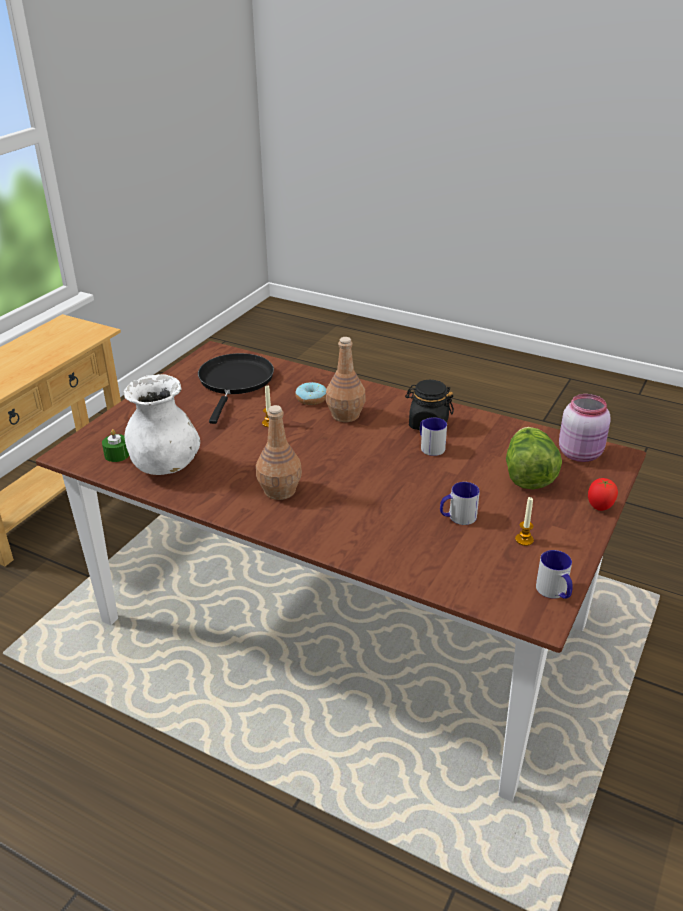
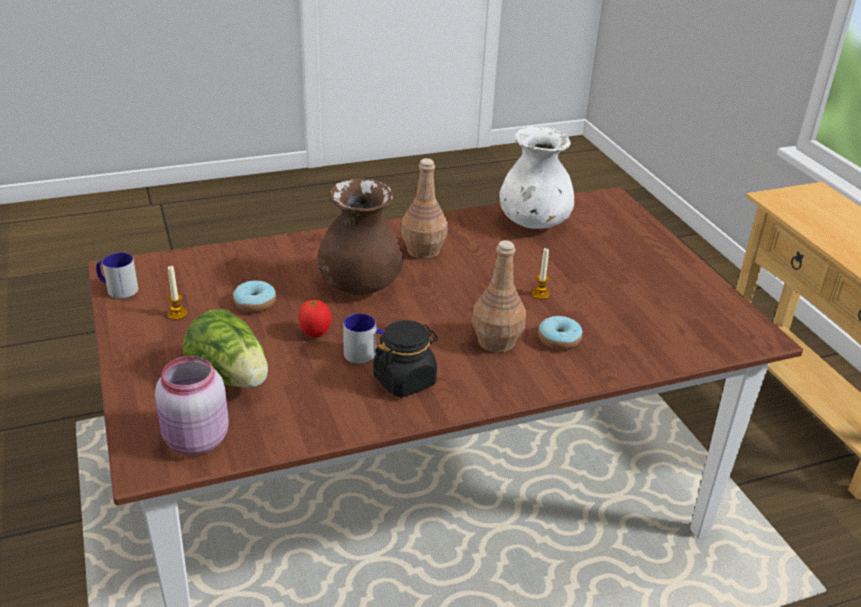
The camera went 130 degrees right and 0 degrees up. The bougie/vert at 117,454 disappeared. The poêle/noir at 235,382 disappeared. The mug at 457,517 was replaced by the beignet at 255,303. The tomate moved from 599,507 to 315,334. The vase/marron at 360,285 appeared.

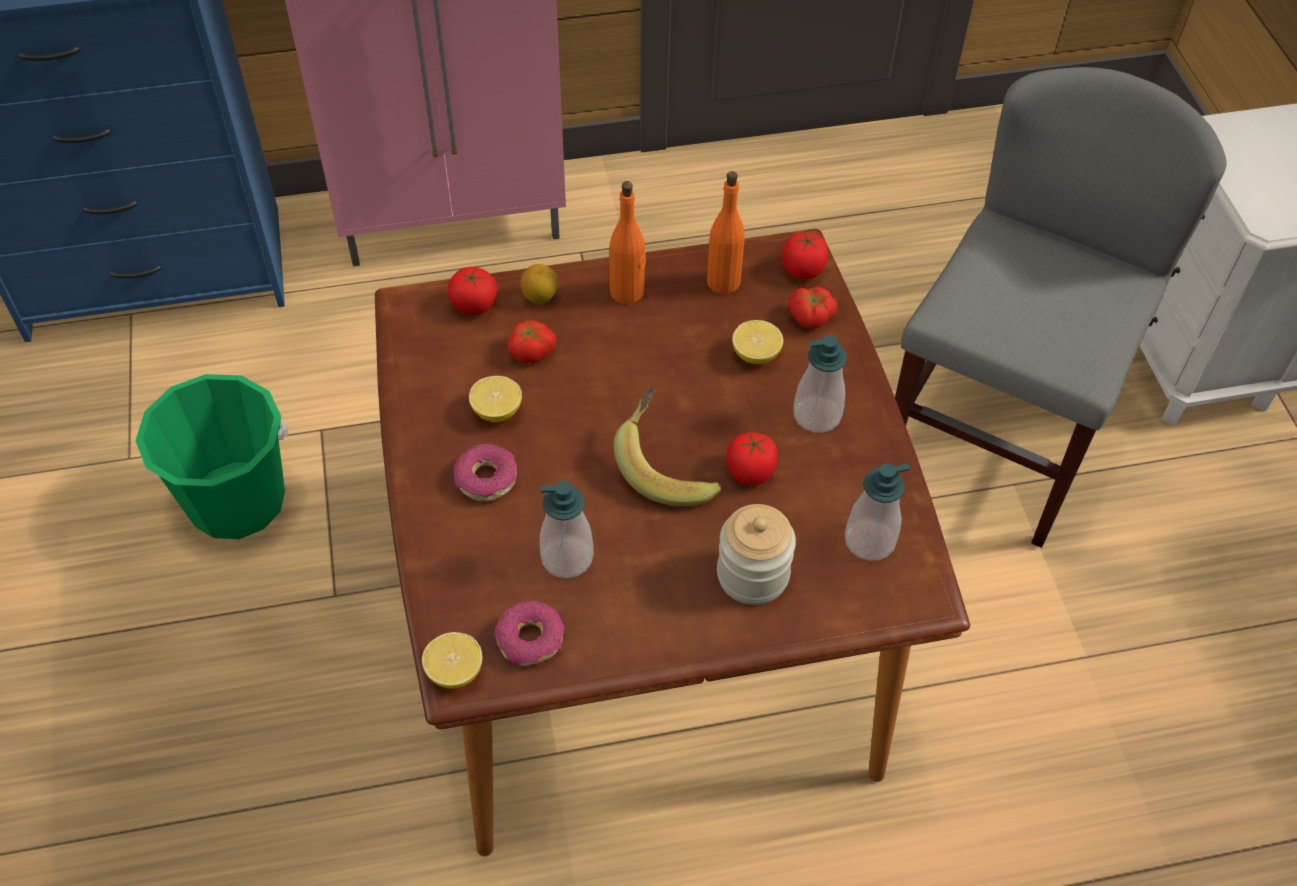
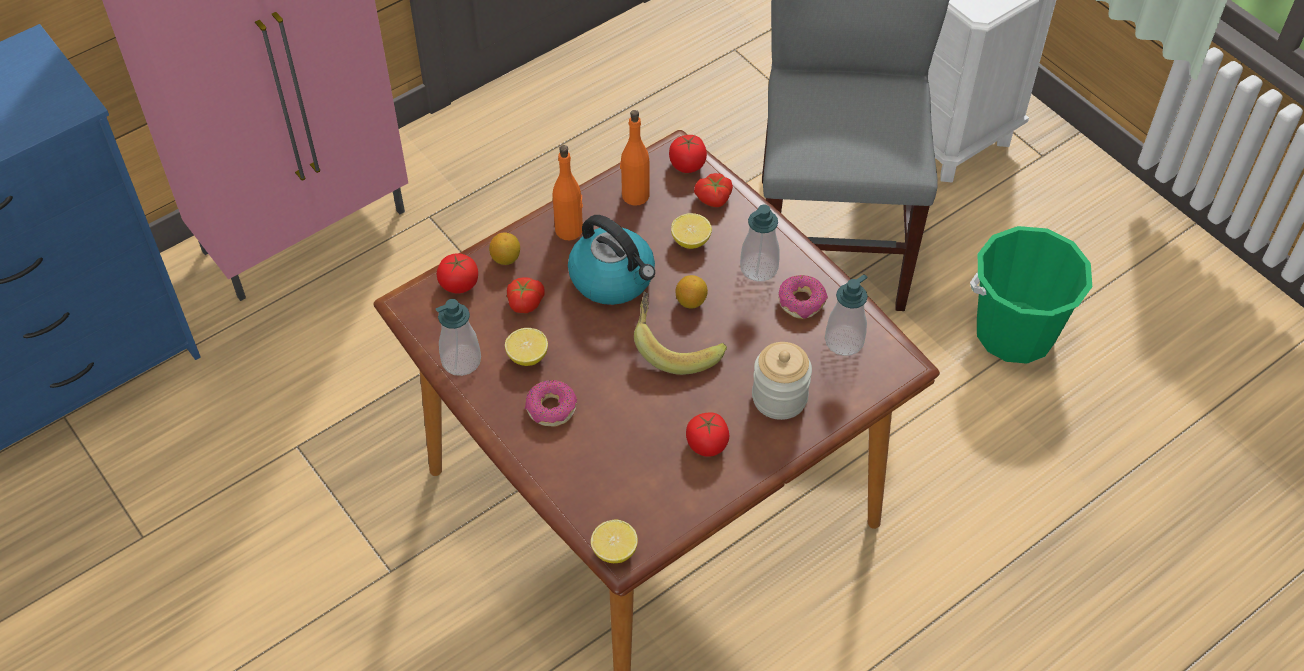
The camera went 25 degrees left and 0 degrees up. The seau/vert moved from 237,501 to 1014,332. The beignet moved from 530,639 to 801,302. The distributeur de savon moved from 567,557 to 461,361. The tomate moved from 750,471 to 707,444. The bouilloire at 613,278 appeared. The citron at 691,301 appeared.

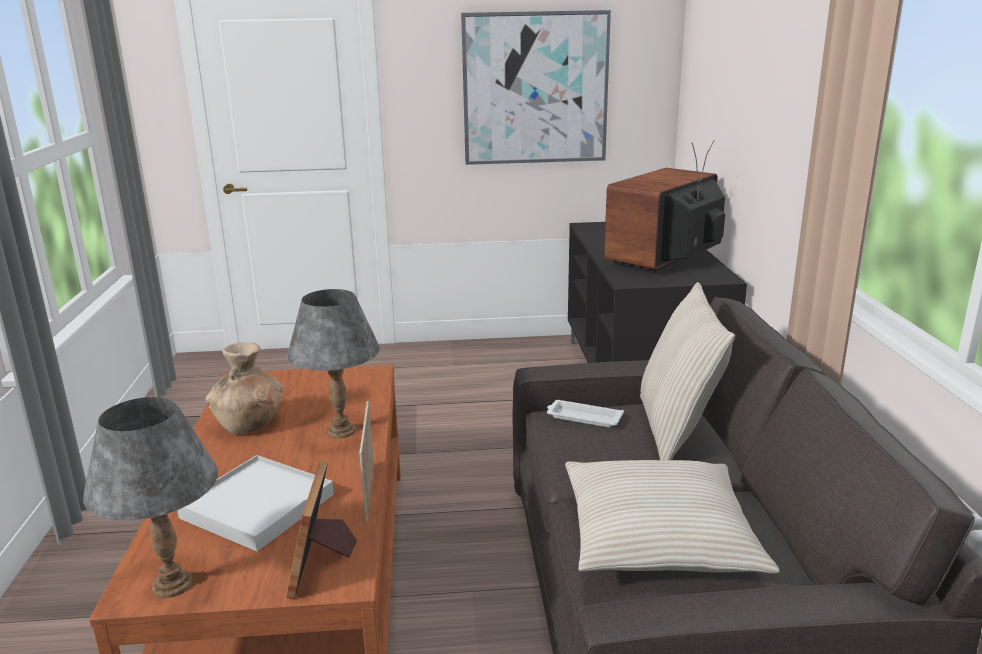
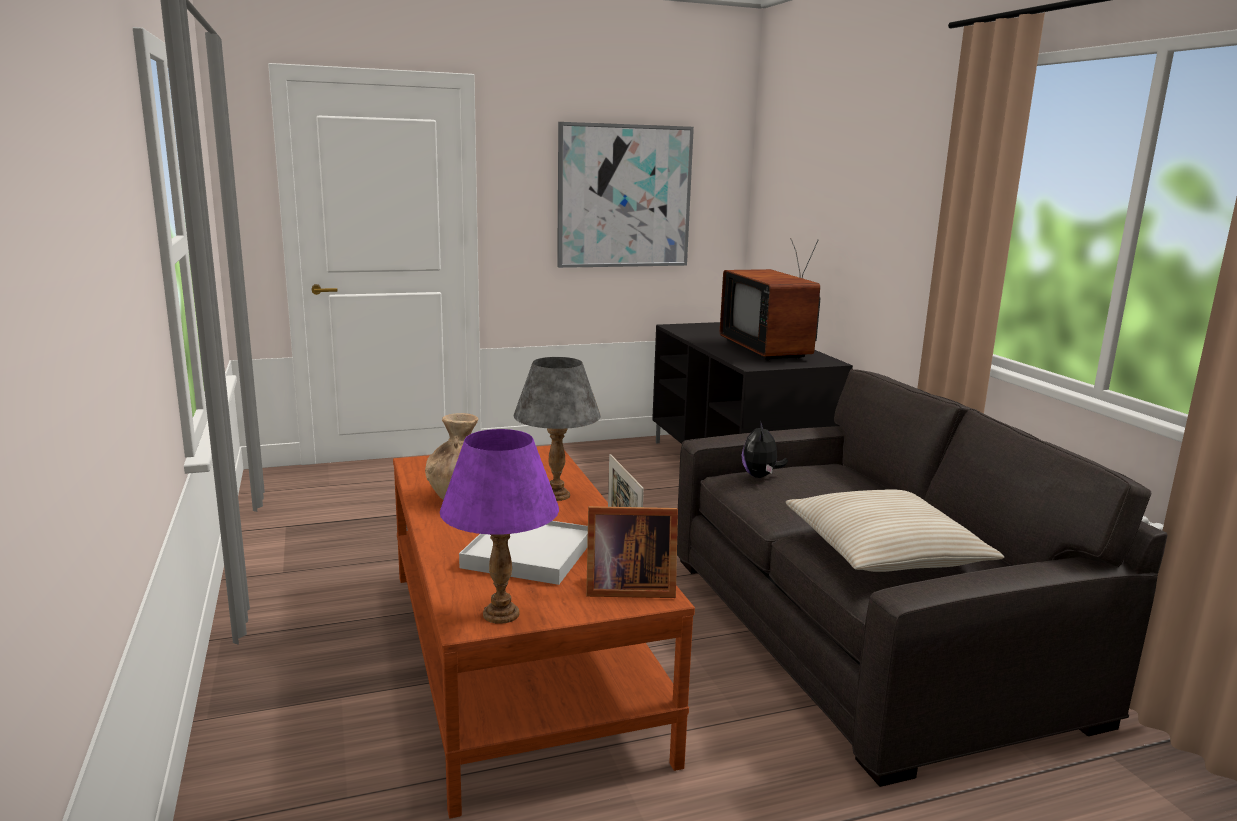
The camera went 15 degrees left and 5 degrees down. The lampe de table/gris at 171,584 became the lampe de table/violet at 500,614. The cadre photo at 321,564 turned 75 degrees counterclockwise. The plateau/blanc at 583,417 was replaced by the peluche at 760,476. The téléviseur at 667,260 turned 45 degrees counterclockwise. The coussin/beige at 677,430 disappeared.

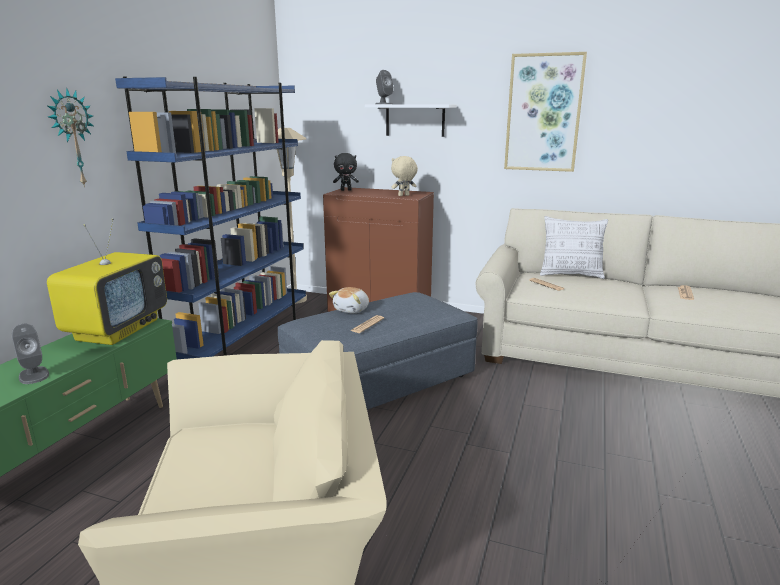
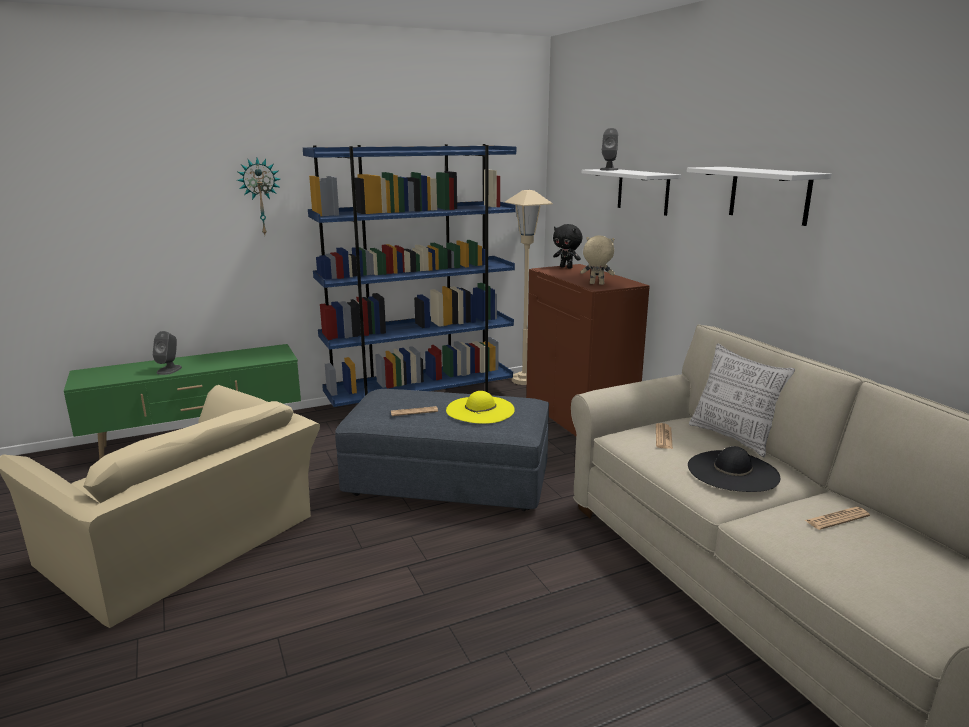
The camera went 45 degrees right and 0 degrees up. The téléviseur at 118,329 disappeared. The peluche at 352,310 disappeared. The tableau at 543,113 was replaced by the étagère/blanc at 769,195. The chapeau/jaune at 480,410 appeared. The chapeau/noir at 733,471 appeared.

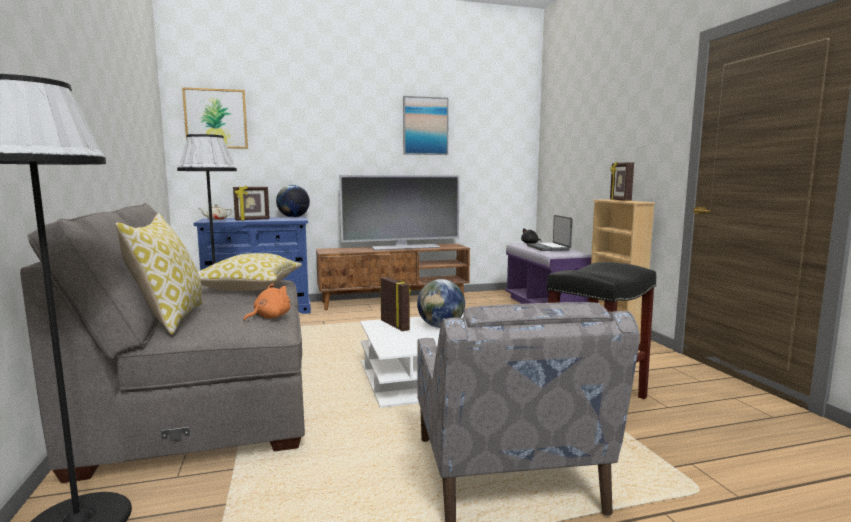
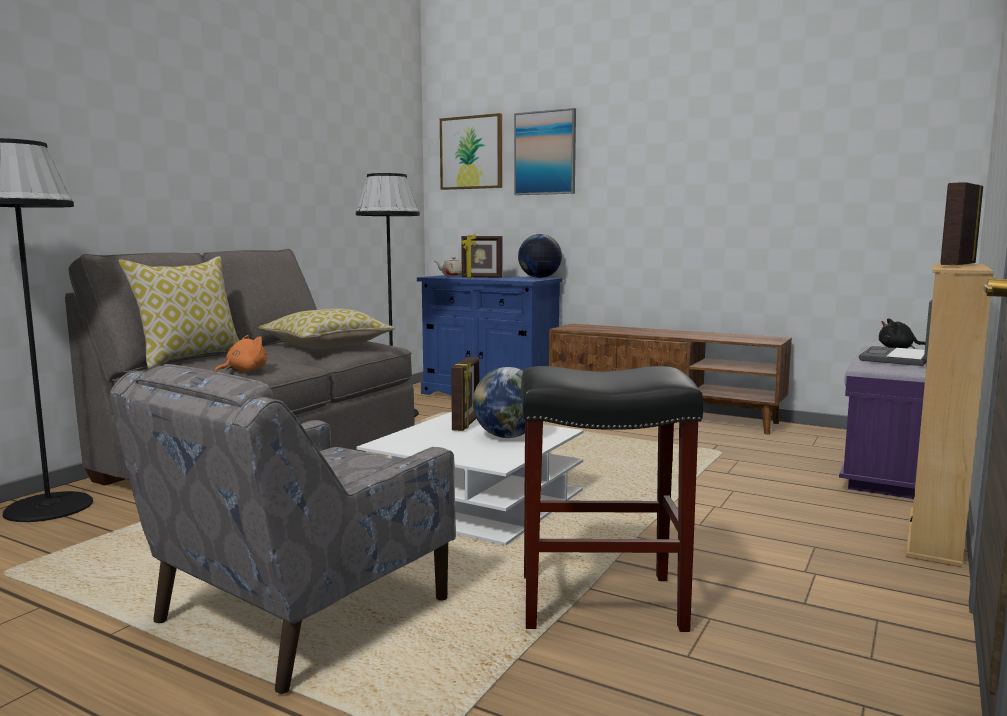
The camera went 45 degrees right and 0 degrees up. The peluche/orange at 270,317 turned 45 degrees counterclockwise. The téléviseur at 404,247 disappeared. The tableau moved from 425,126 to 545,153.

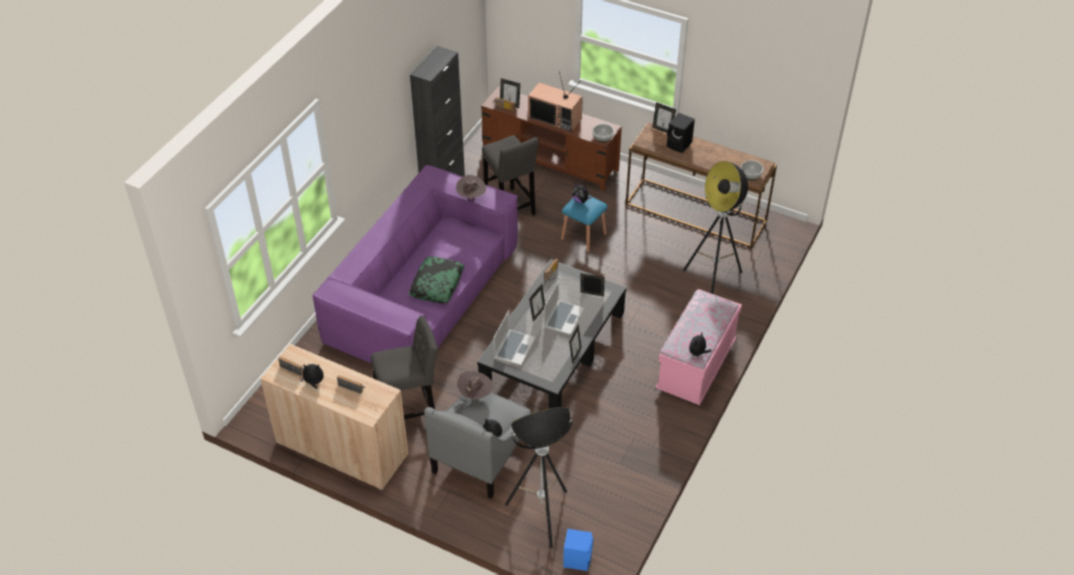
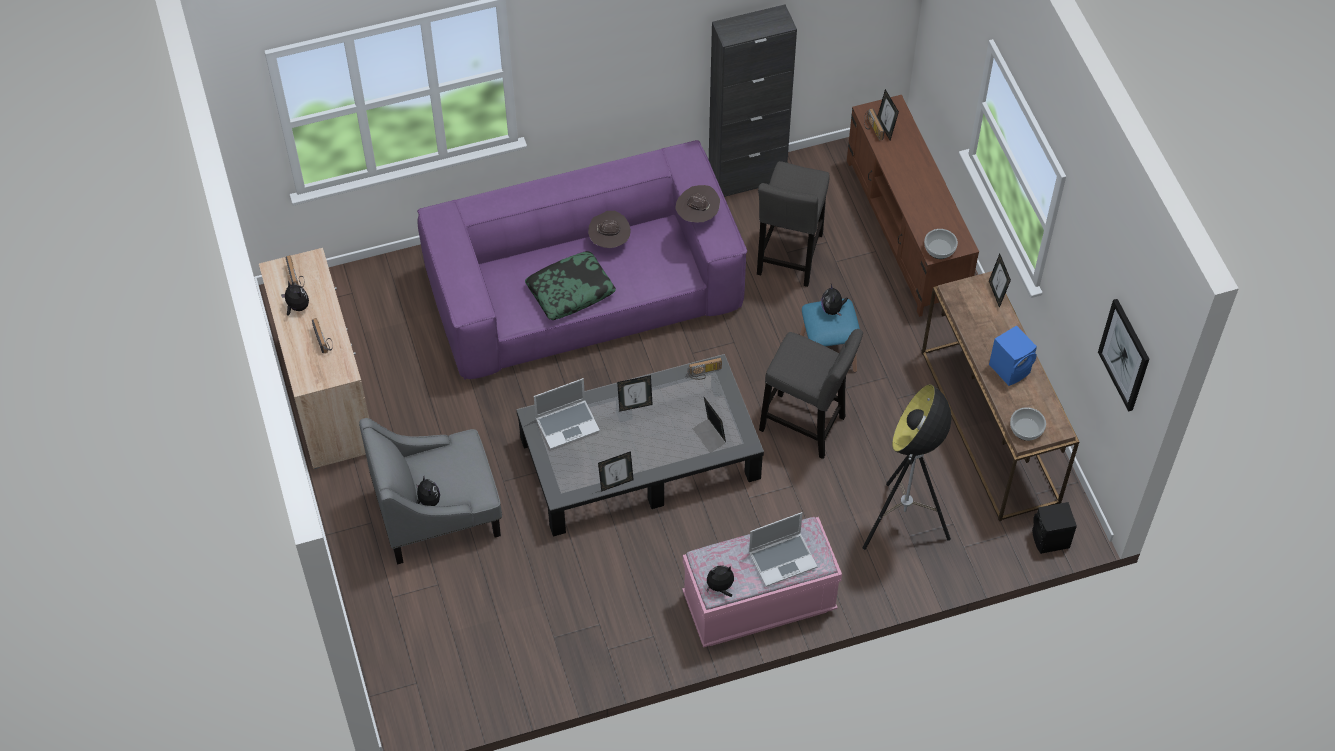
The camera went 45 degrees right and 10 degrees up. The tabouret/gris moved from 410,415 to 806,426. The chapeau/marron moved from 475,394 to 609,240. The lampadaire at 541,516 disappeared. The téléviseur at 556,118 disappeared. The ordinateur portable moved from 563,317 to 783,559. The enceinte/bleu moved from 577,559 to 1011,368. The enceinte/noir moved from 679,145 to 1050,540. The tableau at 1125,355 appeared.

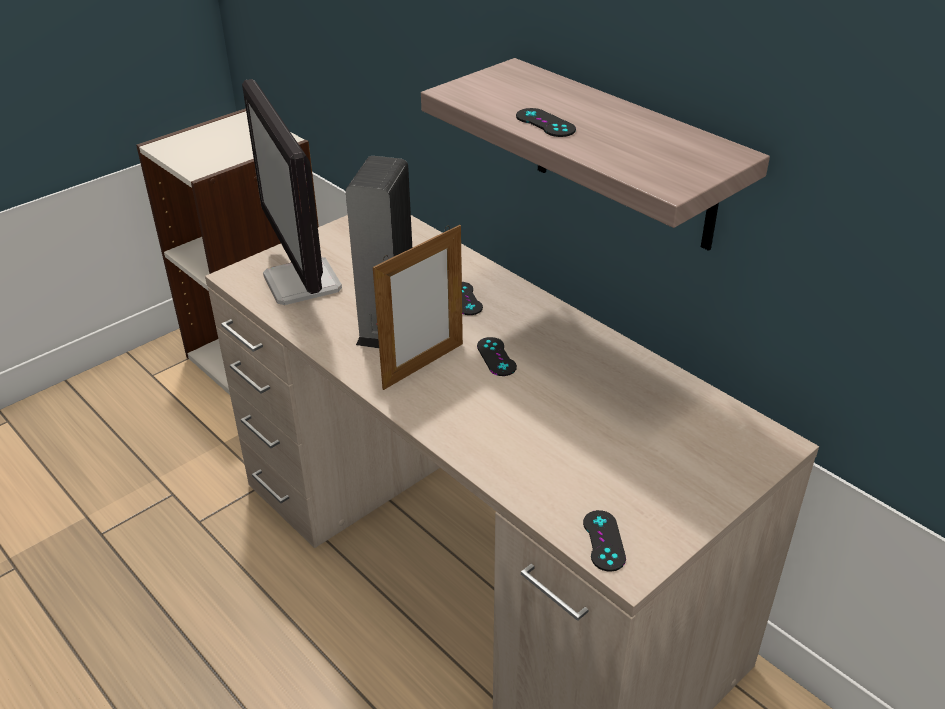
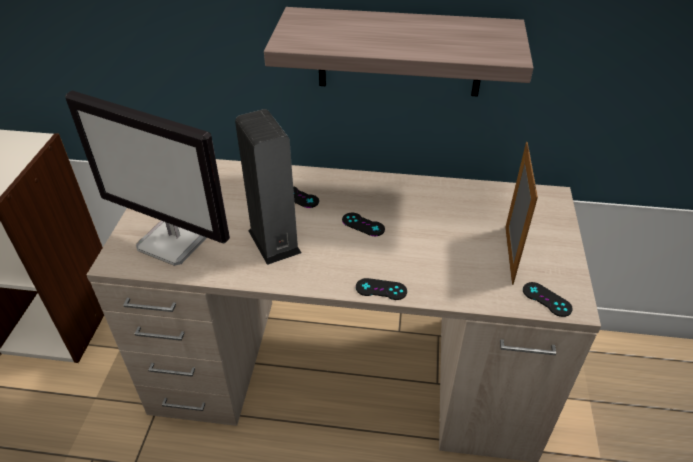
The camera went 40 degrees left and 5 degrees up. The cadre photo moved from 423,365 to 508,254. The manette/noir moved from 545,123 to 381,289.

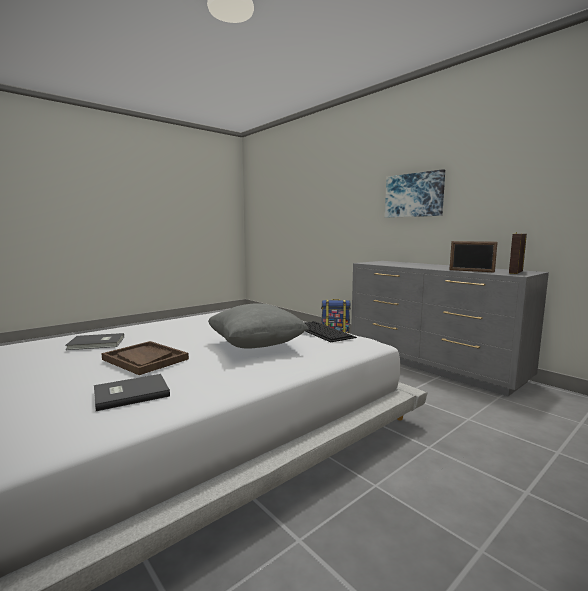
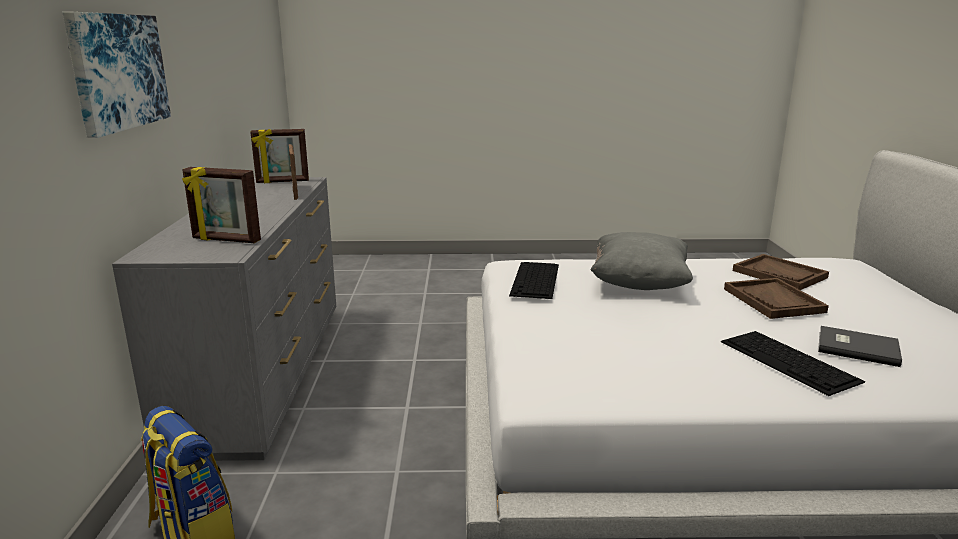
The camera went 140 degrees left and 10 degrees up. The livre/gris at 130,393 was replaced by the plateau/marron at 779,274. The cadre photo at 226,240 appeared. The clavier at 790,361 appeared.

